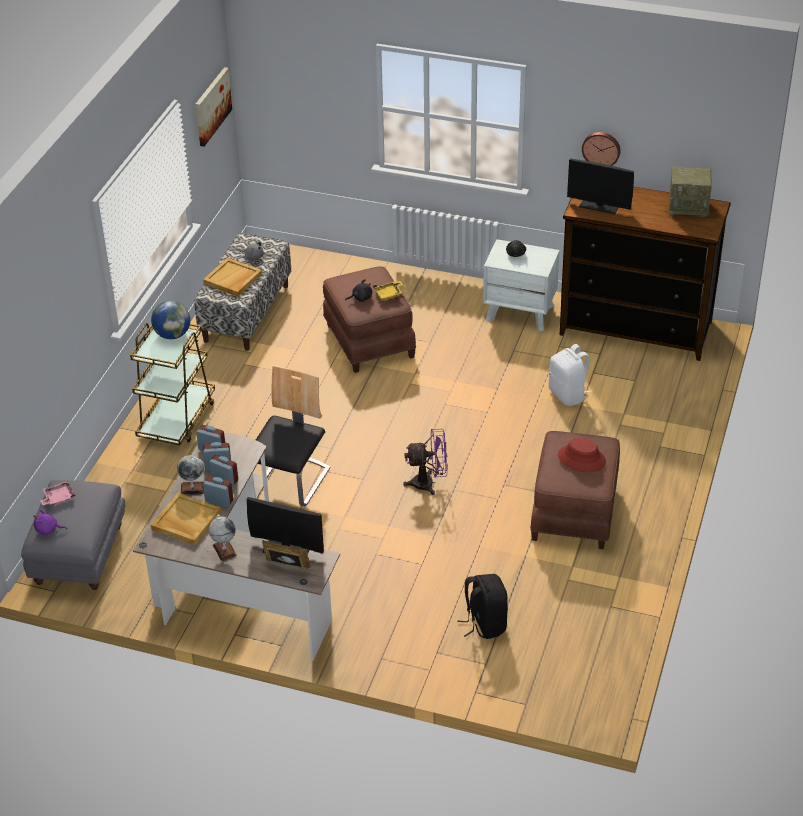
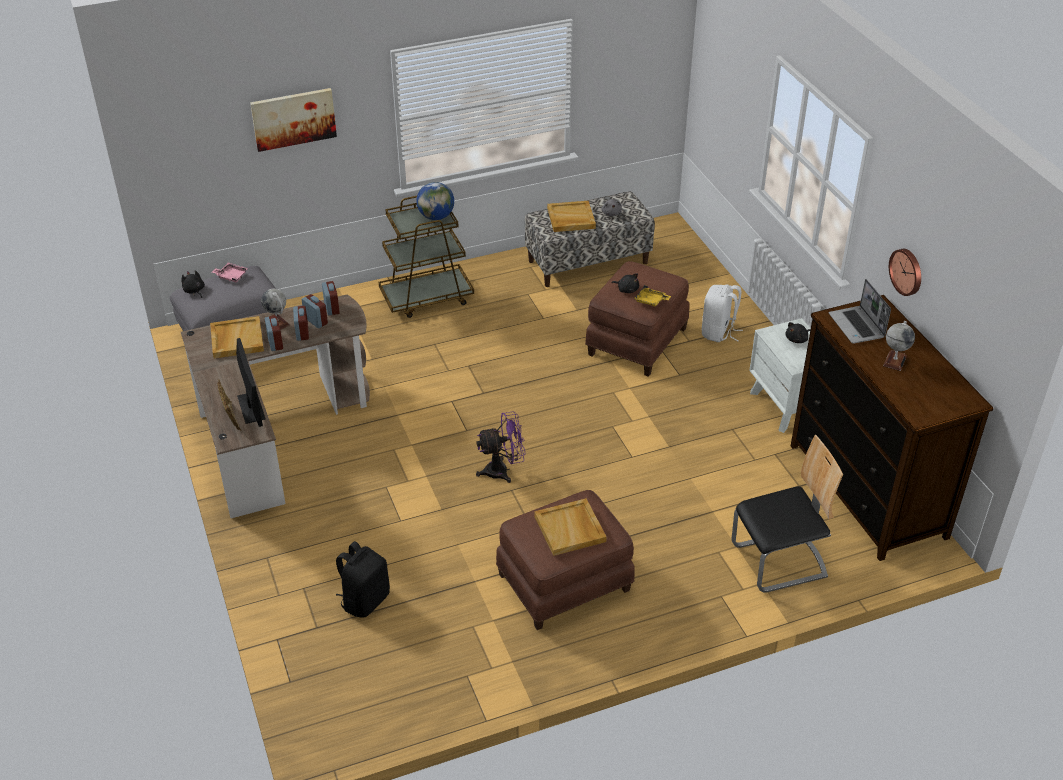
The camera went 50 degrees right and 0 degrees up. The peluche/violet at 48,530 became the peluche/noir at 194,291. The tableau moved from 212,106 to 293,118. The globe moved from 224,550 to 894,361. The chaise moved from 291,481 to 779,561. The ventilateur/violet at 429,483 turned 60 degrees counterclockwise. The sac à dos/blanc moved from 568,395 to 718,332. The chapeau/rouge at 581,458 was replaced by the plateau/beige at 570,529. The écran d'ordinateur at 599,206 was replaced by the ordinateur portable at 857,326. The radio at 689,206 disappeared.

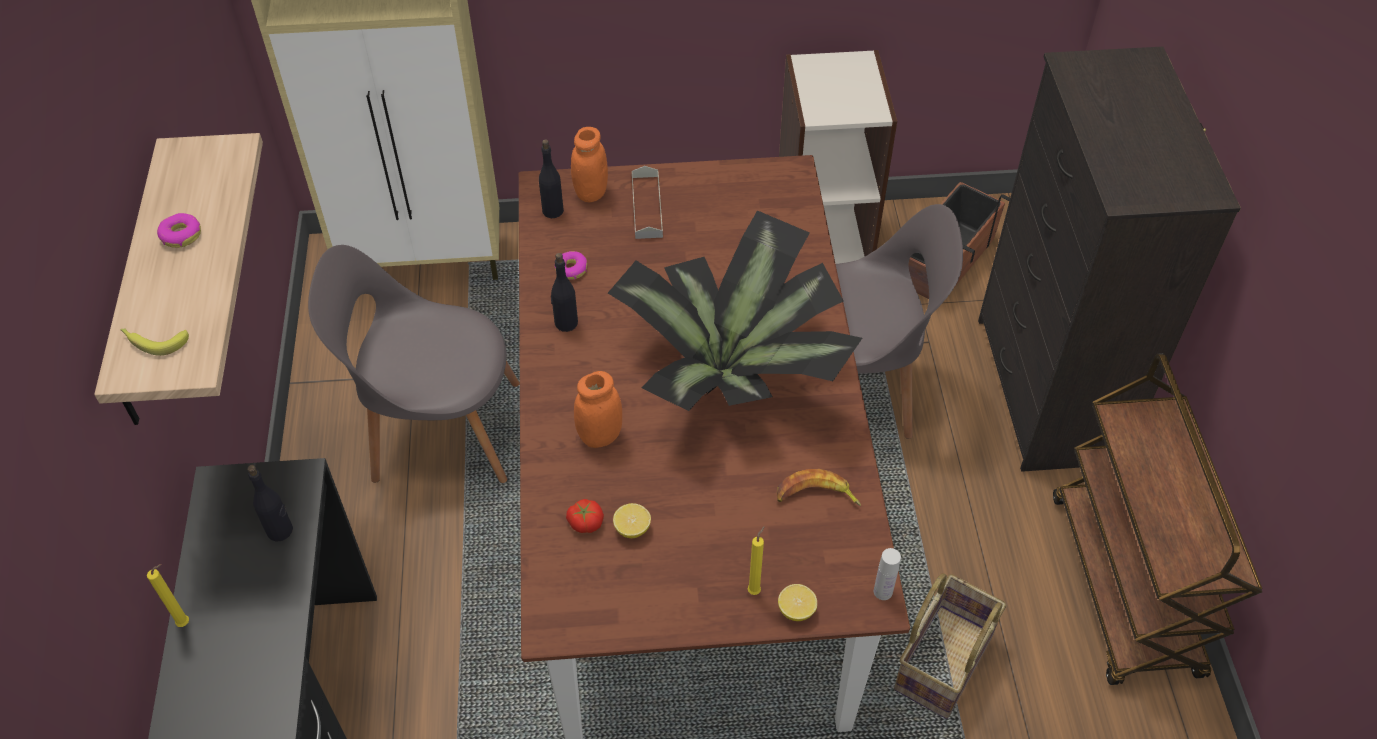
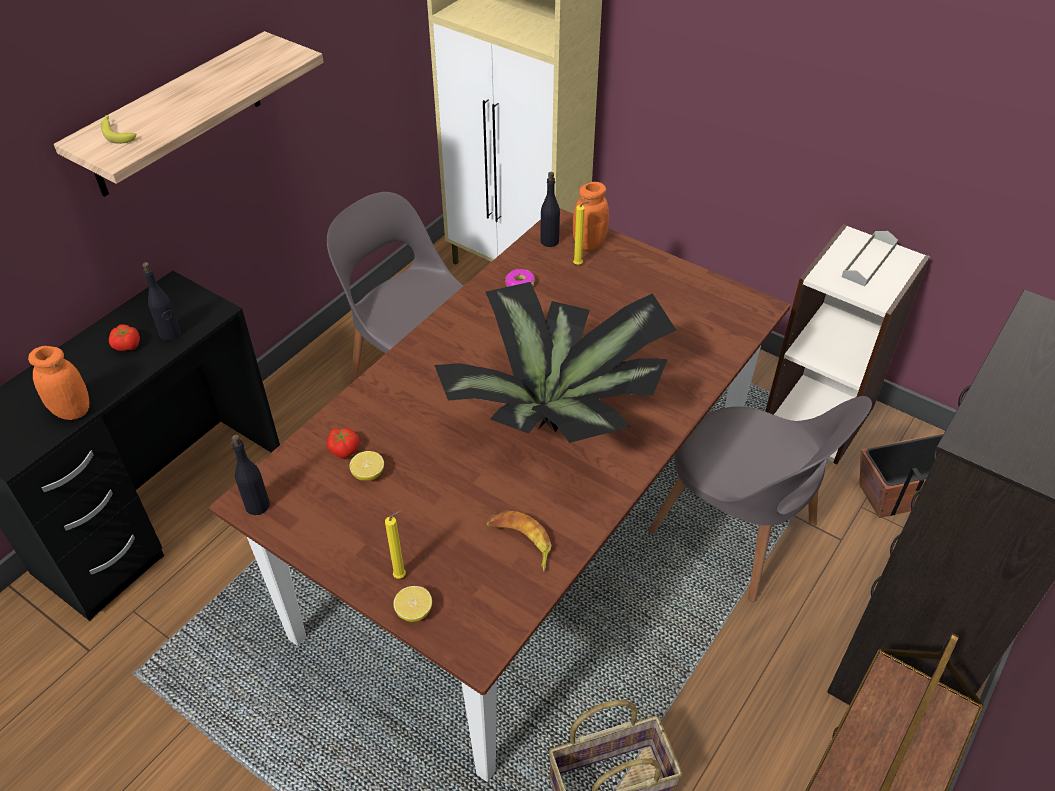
The camera went 40 degrees right and 5 degrees down. The bougie/jaune moved from 186,623 to 579,265. The beignet at 181,235 disappeared. The bouteille/noir moved from 566,323 to 257,505. The bocal/orange moved from 600,436 to 72,411. The plateau/gris moved from 647,206 to 869,261. The bouteille/blanc at 883,591 disappeared. The tomate at 127,345 appeared.

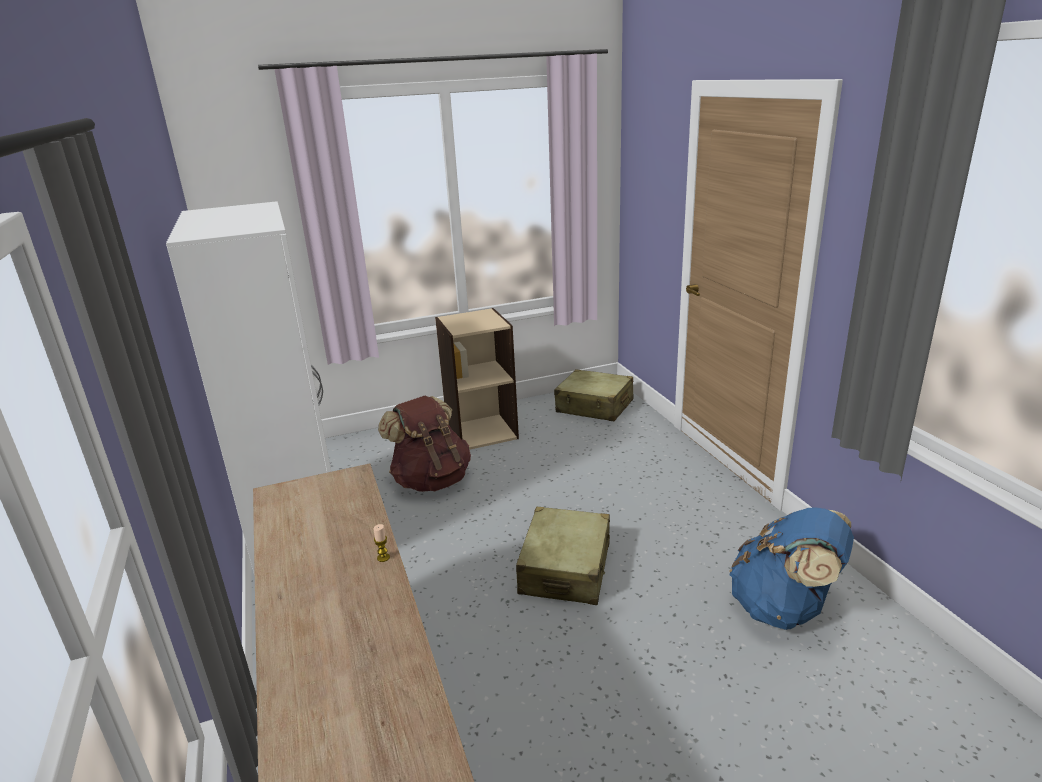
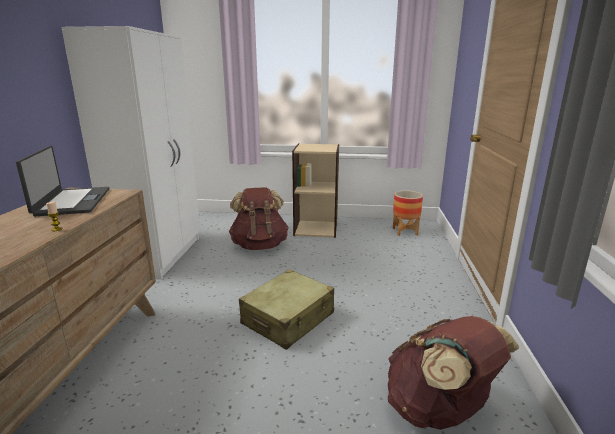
The camera went 25 degrees right and 5 degrees down. The valise/beige at 594,406 was replaced by the cache-pot at 405,231. The sac à dos/bleu at 784,608 became the sac à dos/marron at 438,411. The ordinateur portable at 72,202 appeared.

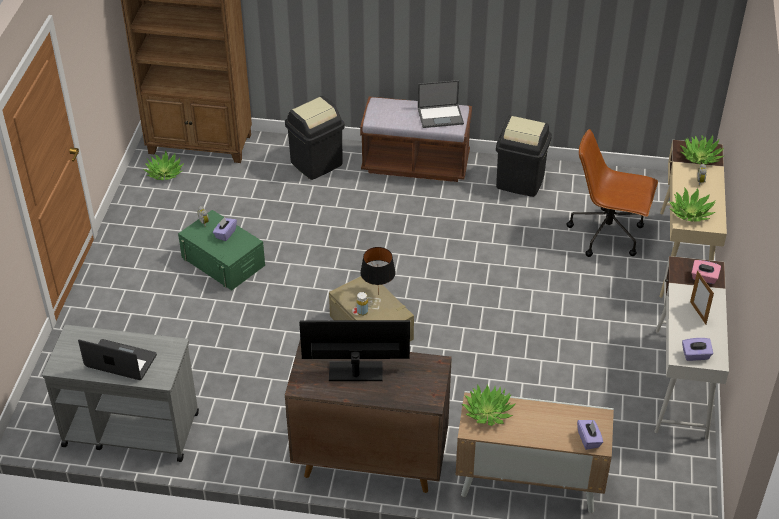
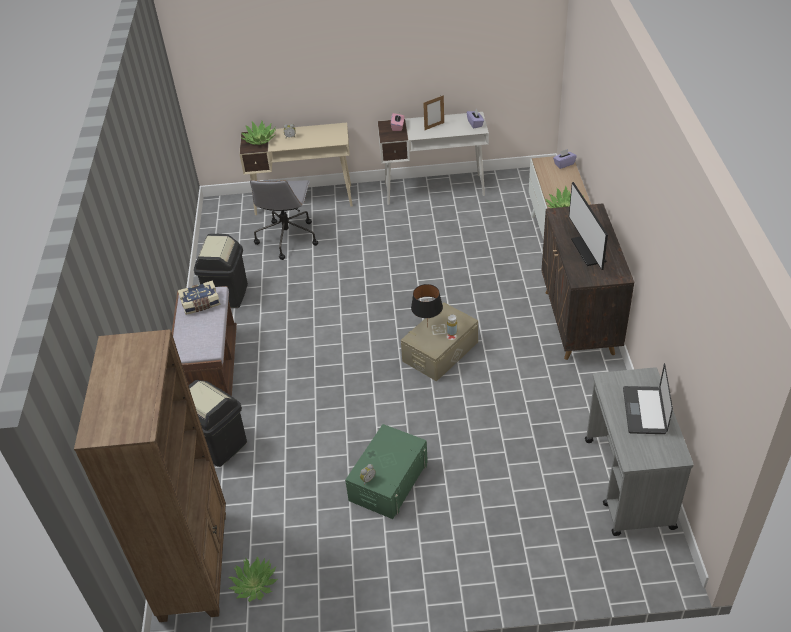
The camera went 100 degrees left and 0 degrees up. The boîte à mouchoirs/violet at 225,234 disappeared. The ordinateur portable at 441,116 was replaced by the livre at 201,303. The chaise de bureau/marron at 608,234 became the chaise de bureau/gris at 287,238. The plante en pot at 690,213 disappeared.

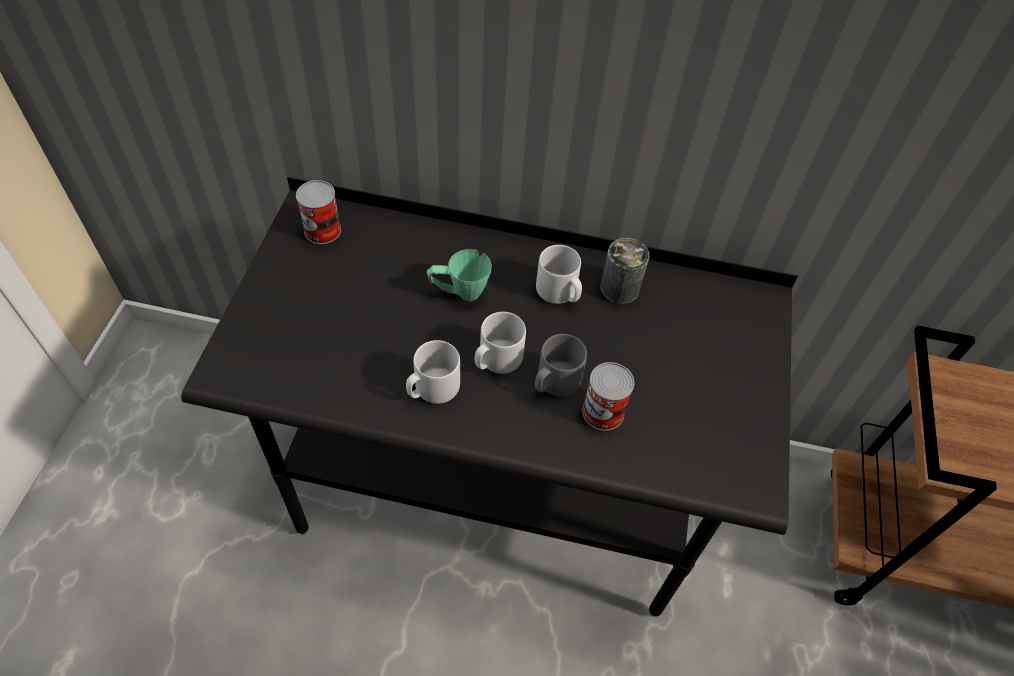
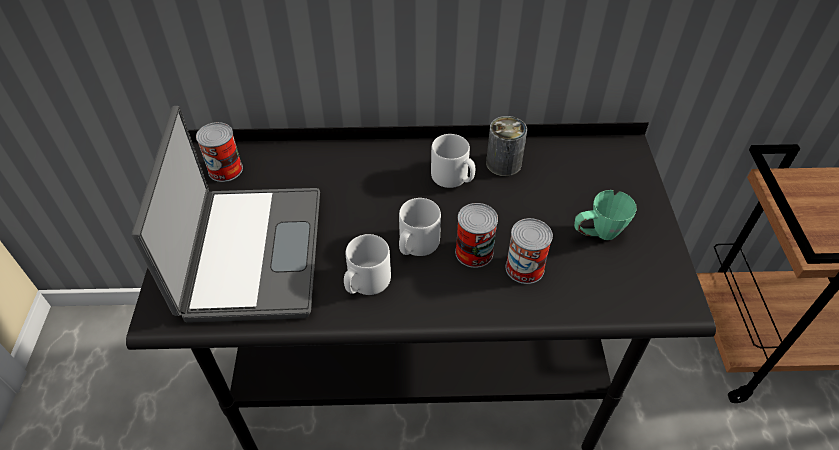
The camera went 10 degrees left and 5 degrees down. The mug/vert moved from 459,293 to 597,235. The mug/gris at 555,382 was replaced by the boîte métallique at 474,252. The ordinateur portable at 250,253 appeared.

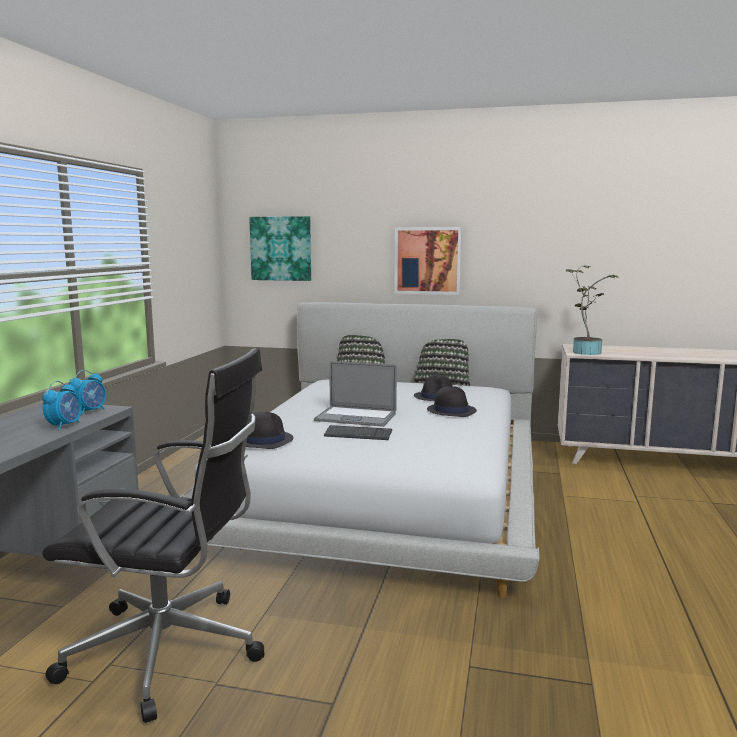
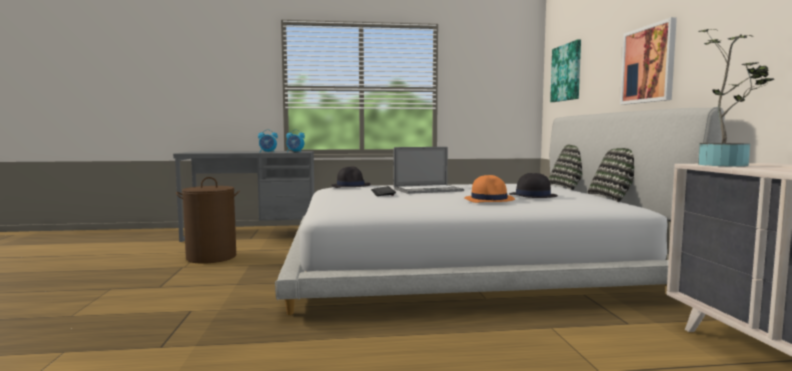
The camera went 70 degrees right and 5 degrees down. The chaise de bureau/noir at 171,652 was replaced by the panier à linge/marron at 211,257. The ordinateur portable at 355,417 turned 105 degrees counterclockwise. The chapeau/noir at 451,410 became the chapeau/orange at 489,200.

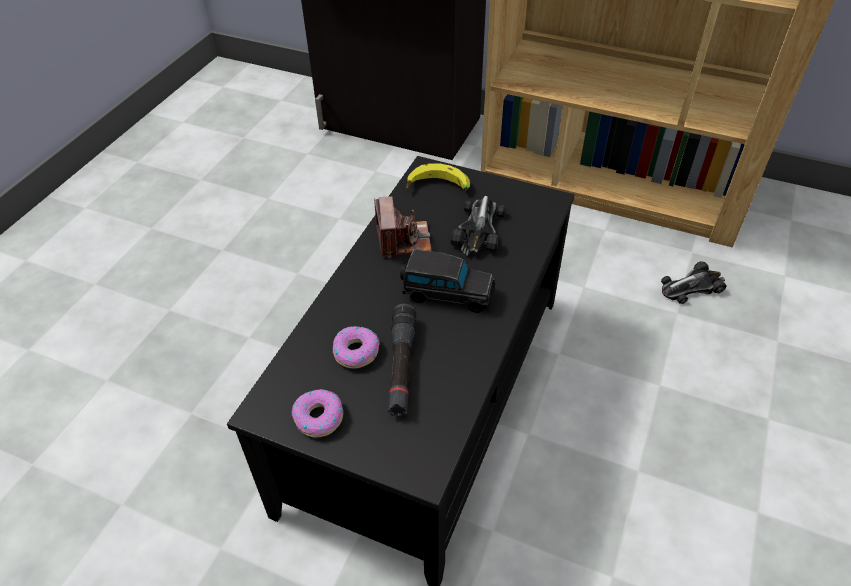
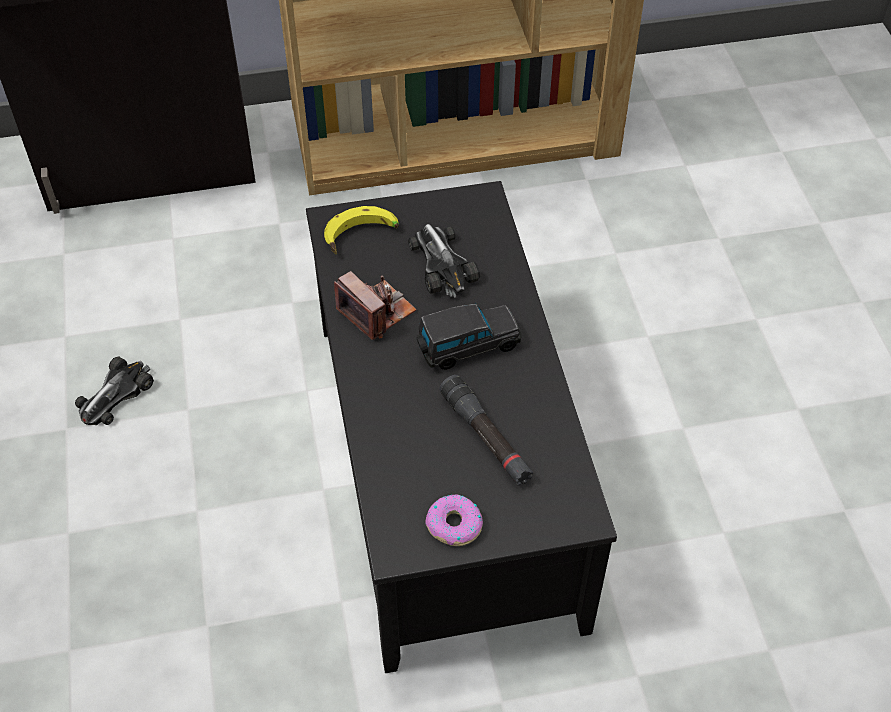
The camera went 35 degrees left and 5 degrees up. The beignet at 356,351 disappeared. The petite voiture moved from 691,287 to 115,395.

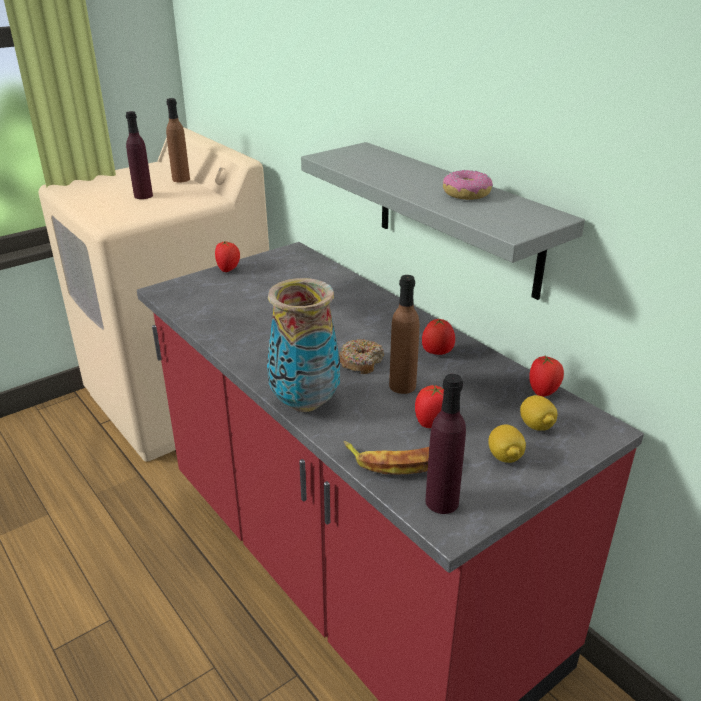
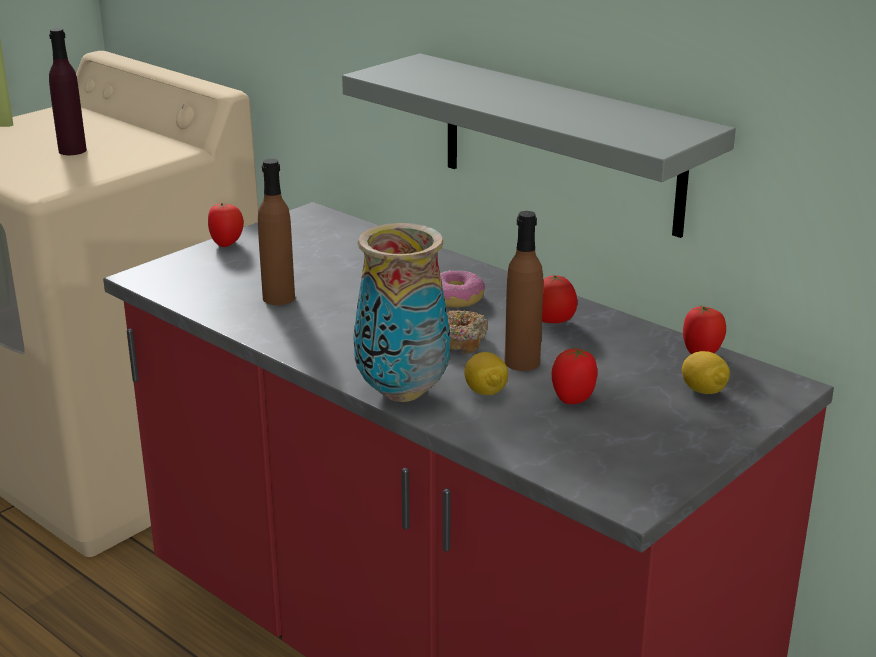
The camera went 10 degrees left and 5 degrees down. The bouteille/marron moved from 181,179 to 278,298. The banane at 397,461 disappeared. The bouteille/violet at 442,502 disappeared. The beignet moved from 466,194 to 456,299. The citron moved from 504,456 to 485,391.

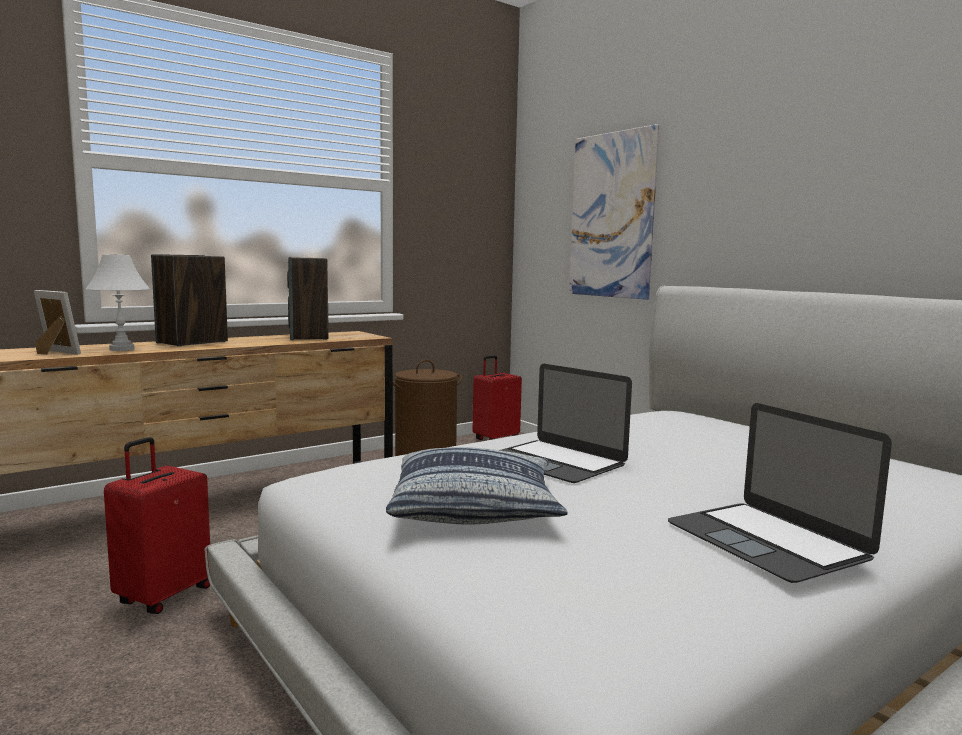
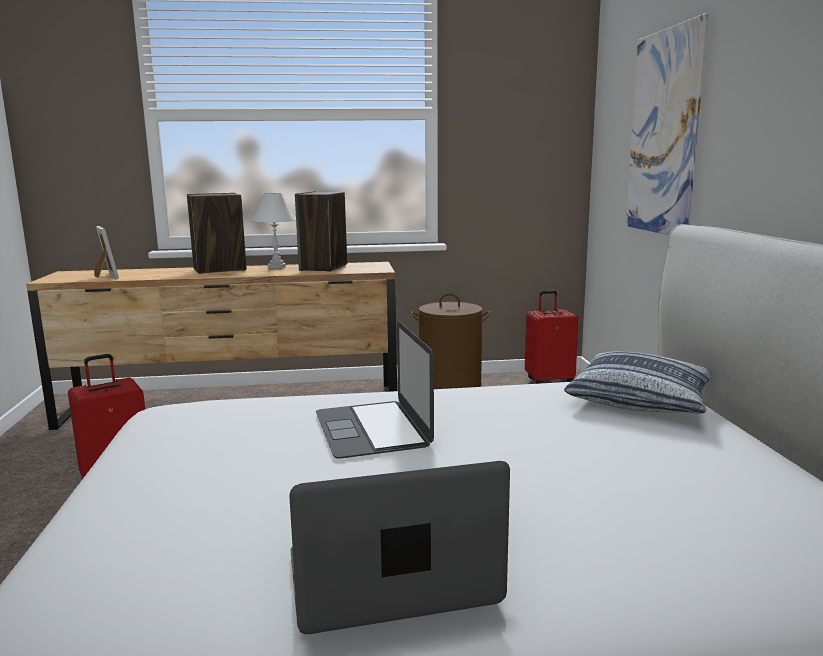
The camera went 30 degrees right and 5 degrees up. The lampe de table/blanc moved from 122,349 to 277,267. The coussin moved from 475,506 to 642,399. The ordinateur portable at 766,540 turned 75 degrees clockwise.

